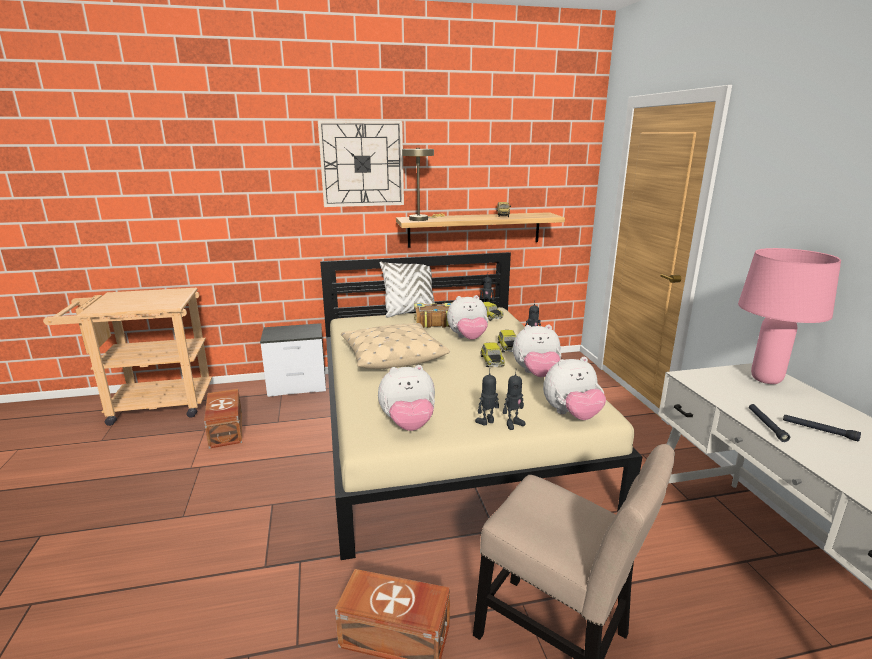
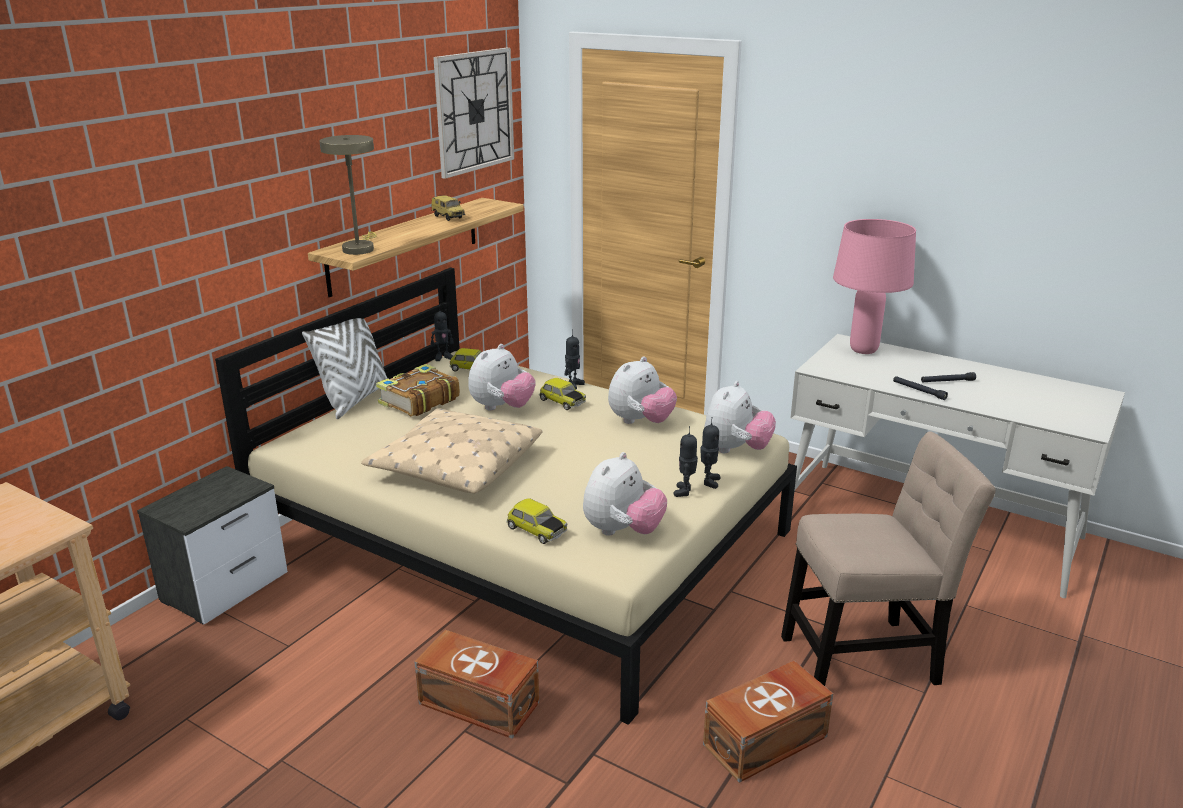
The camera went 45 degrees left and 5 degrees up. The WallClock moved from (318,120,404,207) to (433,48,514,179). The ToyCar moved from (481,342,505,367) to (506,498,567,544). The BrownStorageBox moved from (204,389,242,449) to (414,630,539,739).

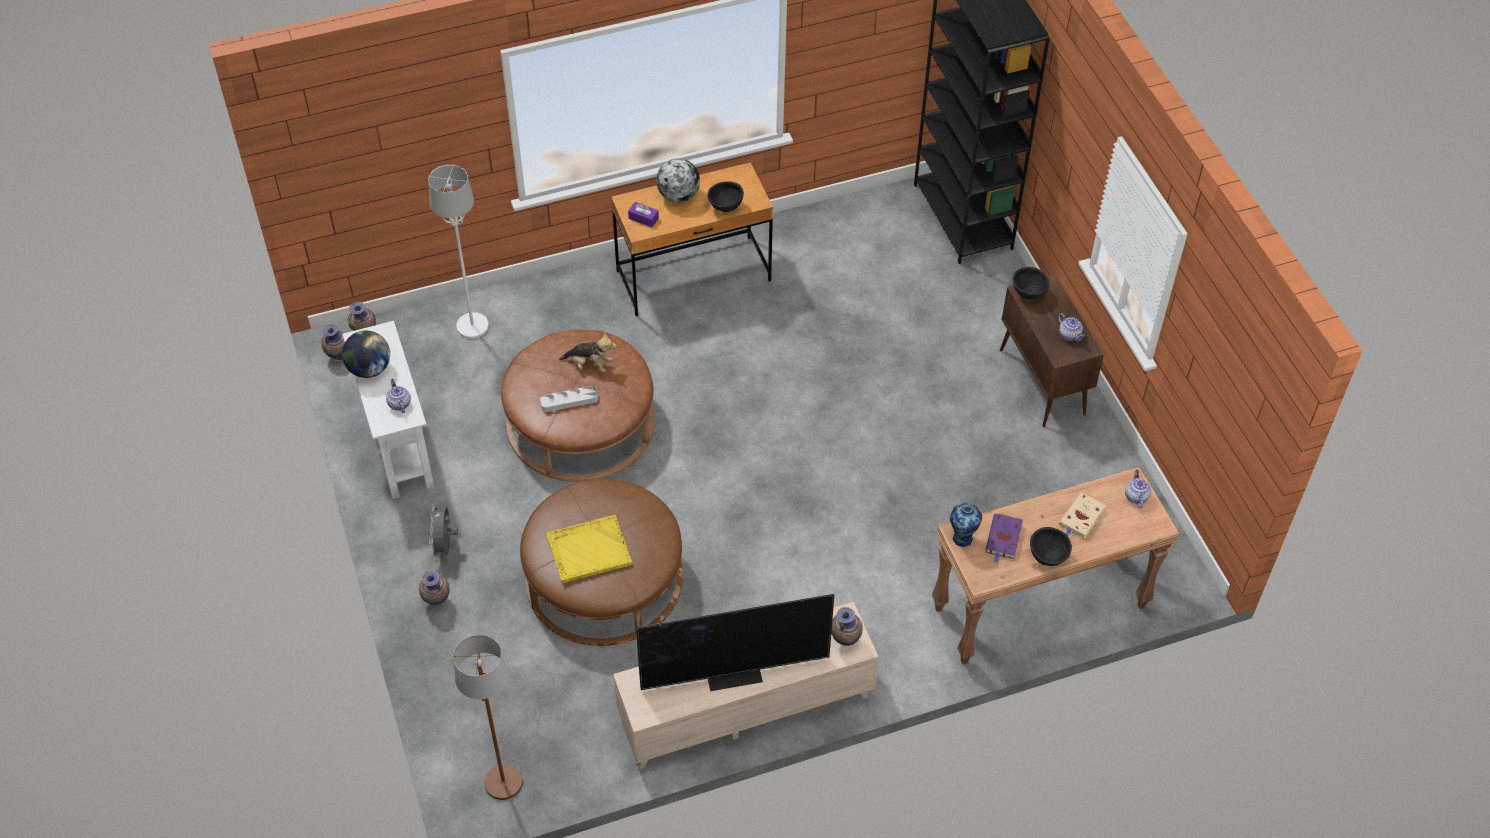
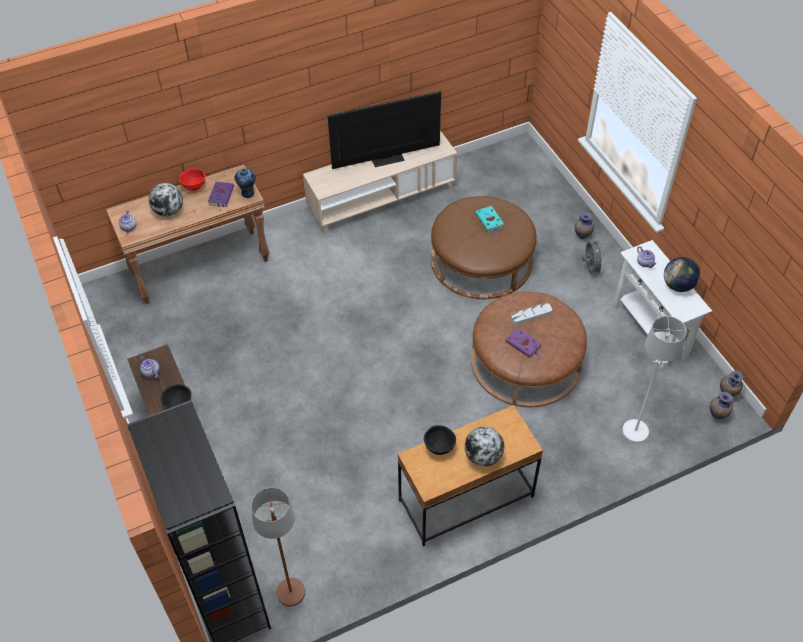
The camera went 175 degrees right and 0 degrees up. The PurpleTissueBox at (628,202,659,227) disappeared. The PlushToy at (559,332,617,372) was replaced by the PurpleBook at (505,328,542,358). The BeigeBook at (1059,493,1106,539) was replaced by the Globe at (149,183,183,217). The YellowTray at (546,515,632,584) was replaced by the TurquoiseBook at (475,206,504,234). The BlackBowl at (1030,527,1072,566) became the RedBowl at (179,168,205,191). The Vase at (831,607,863,646) disappeared. The BrownFloorLamp moved from (454,635,523,800) to (251,488,305,606).

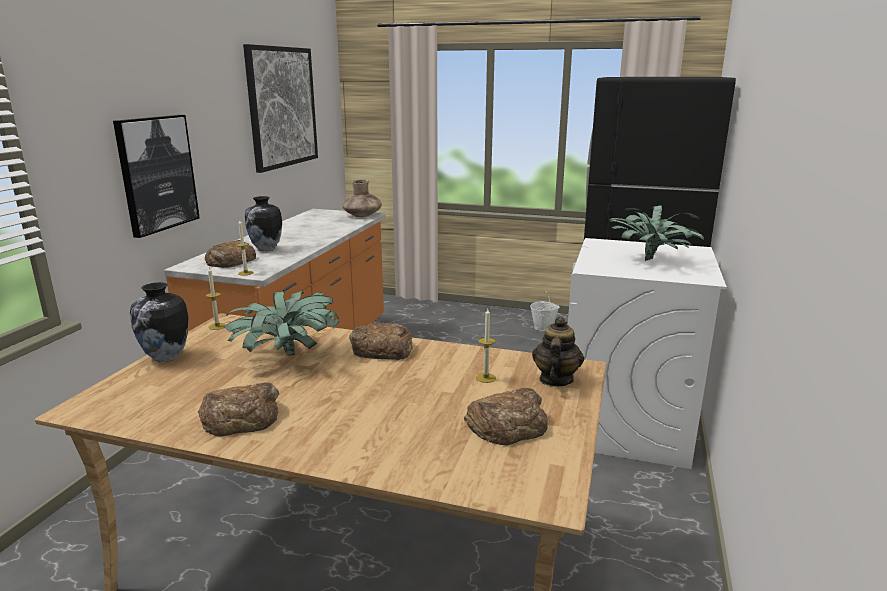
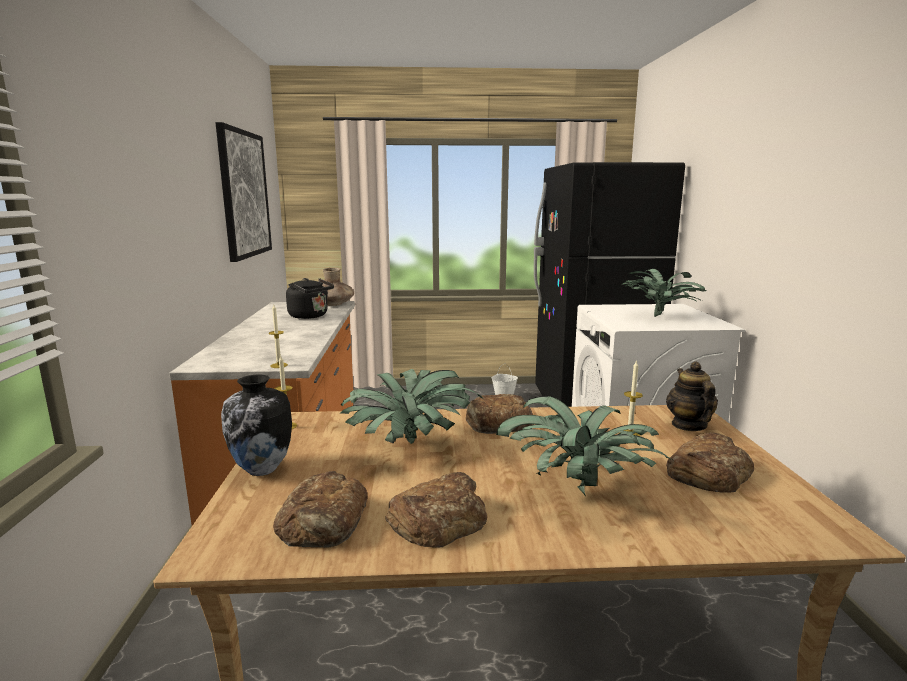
The camera went 20 degrees left and 5 degrees down. The Picture at (113,115,200,238) disappeared. The Vase at (245,196,282,251) disappeared. The Bread moved from (205,240,256,268) to (273,471,367,548). The BlackKettle at (286,278,334,319) appeared. The PottedPlant at (496,396,675,496) appeared.

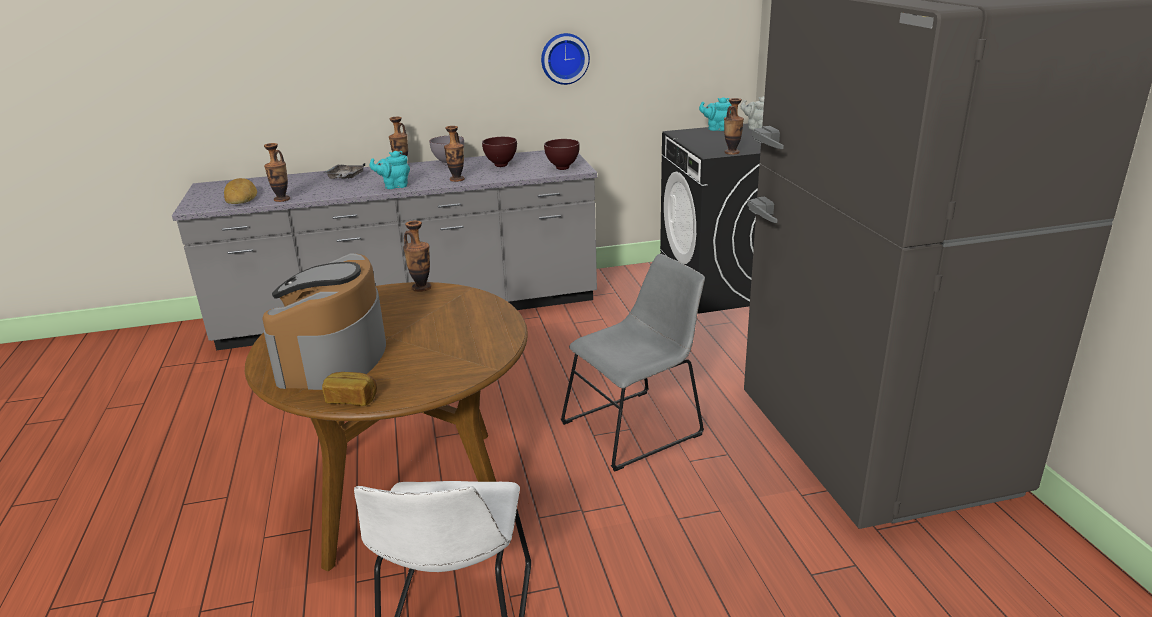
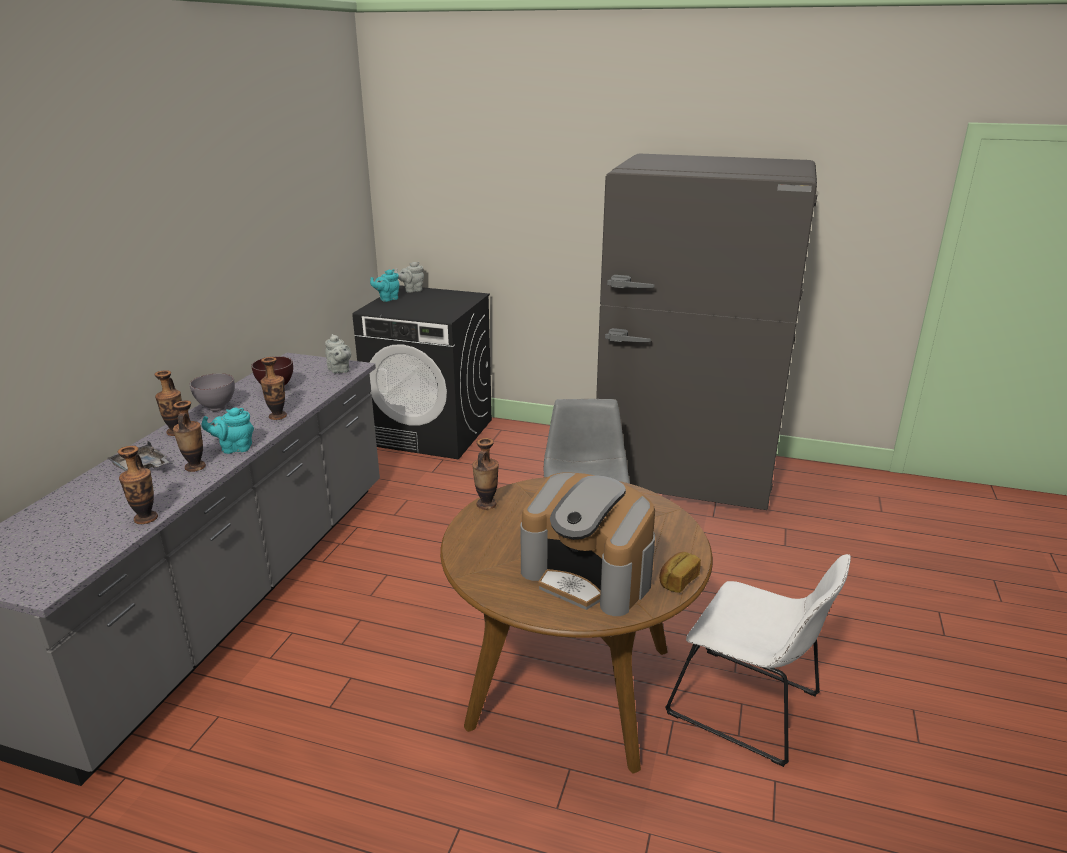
The camera went 60 degrees left and 0 degrees up. The WallClock at (541,33,590,85) disappeared. The Vase moved from (724,98,744,155) to (173,401,206,472). The BrownBowl at (544,139,580,170) was replaced by the GreyTeapot at (325,334,351,373). The TurquoiseTeapot at (370,151,410,189) turned 60 degrees clockwise. The Bread at (224,178,257,204) disappeared.

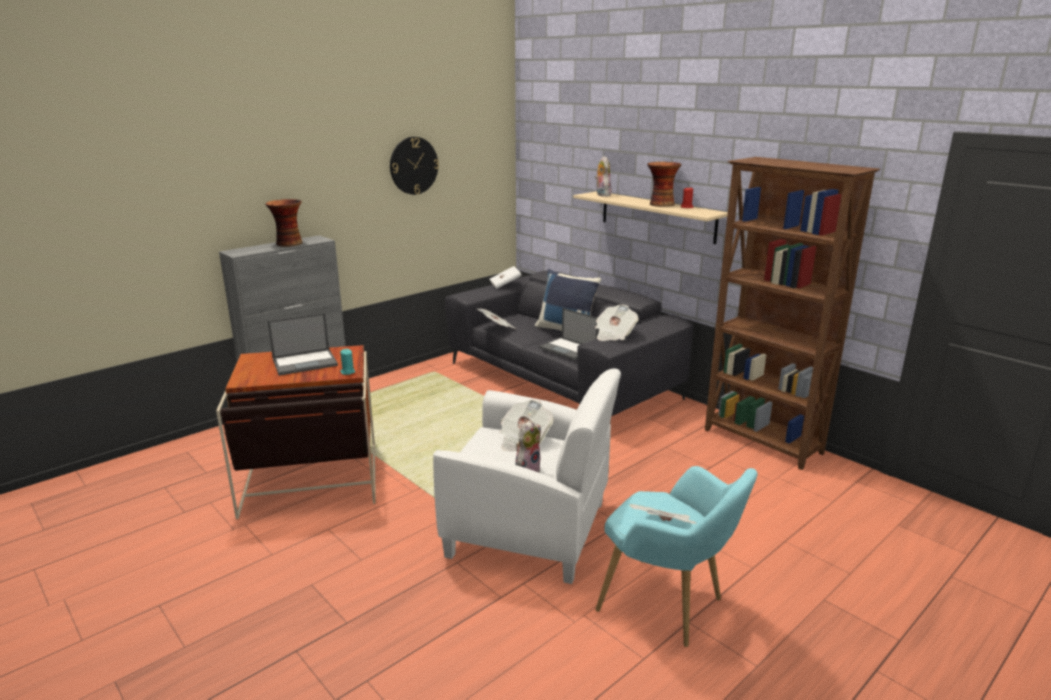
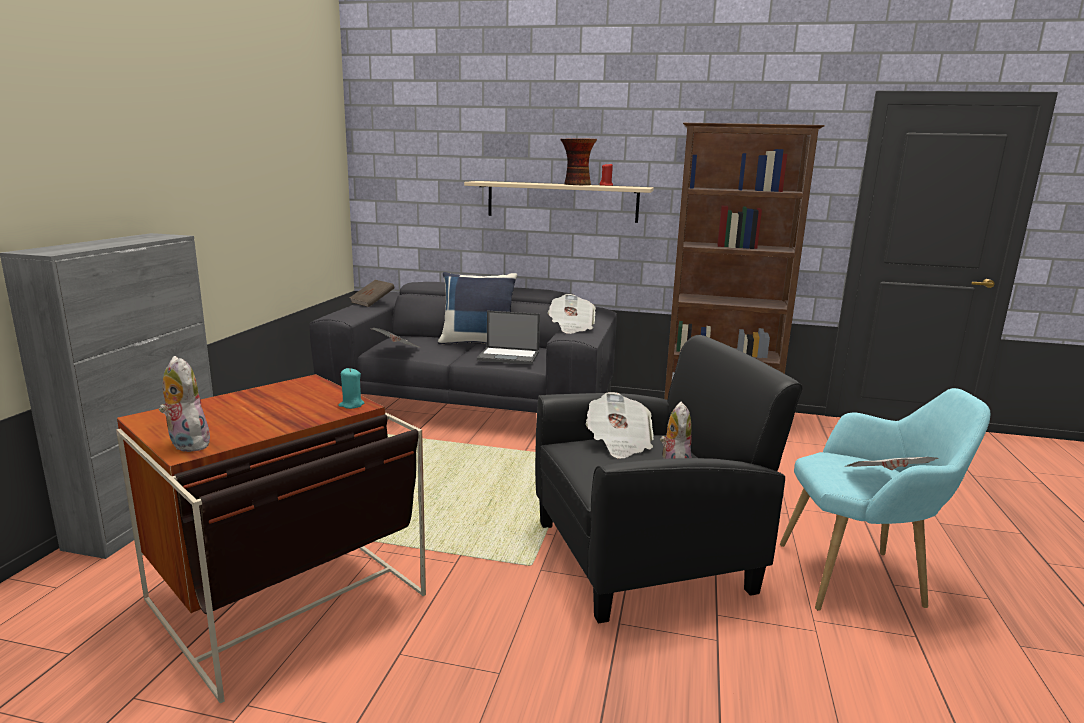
The camera went 35 degrees left and 5 degrees down. The WallClock at (390,137,439,195) disappeared. The PlushToy moved from (595,156,611,197) to (159,356,210,452). The Vase at (265,199,303,247) disappeared. The WhiteBook at (490,266,522,289) became the BrownBook at (350,280,395,307). The Laptop at (267,313,338,376) disappeared. The WhiteArmchair at (433,369,621,584) became the BlackArmchair at (535,335,803,623).

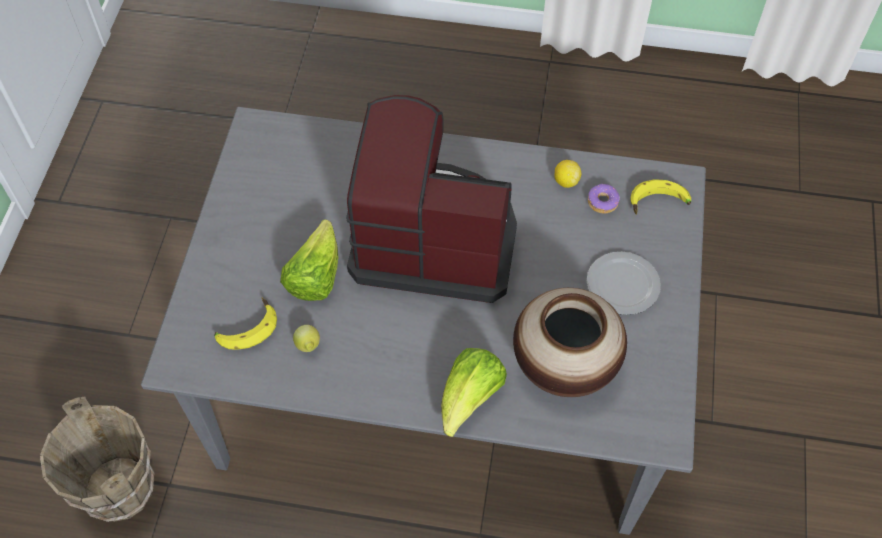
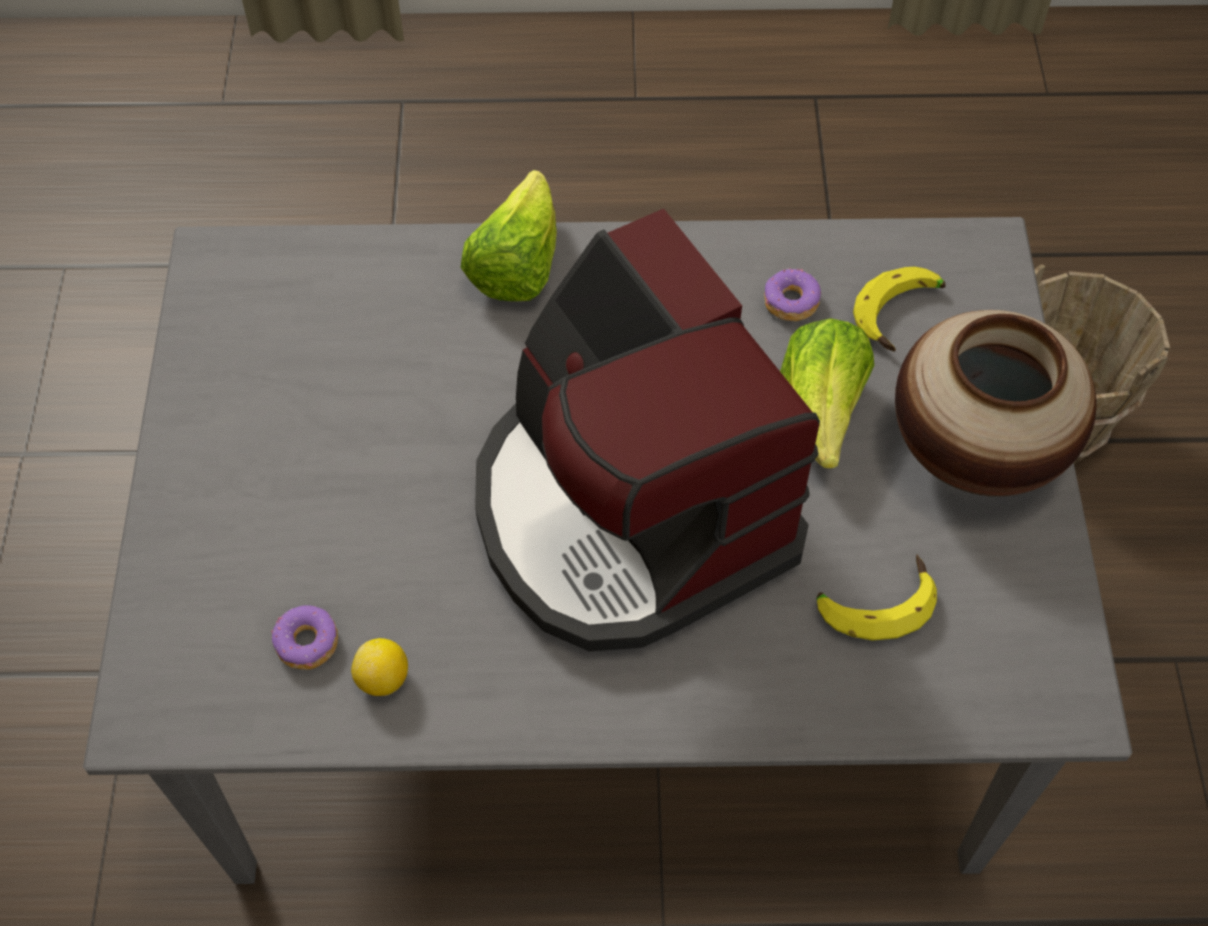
The camera went 170 degrees right and 0 degrees up. The CoffeeMachine at (346,95,517,303) turned 60 degrees clockwise. The Banana moved from (630,179,691,215) to (817,555,937,641). The Plate at (587,252,661,315) disappeared. The Vase moved from (513,288,627,397) to (895,310,1097,497). The Lemon at (293,325,320,352) was replaced by the Donut at (764,268,821,321).

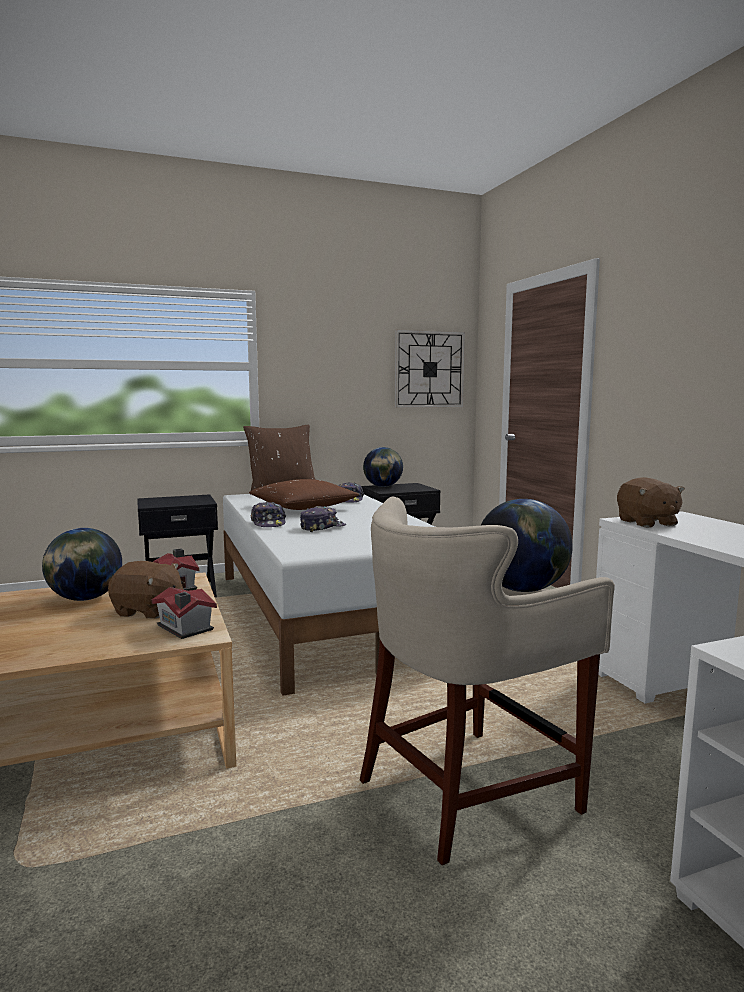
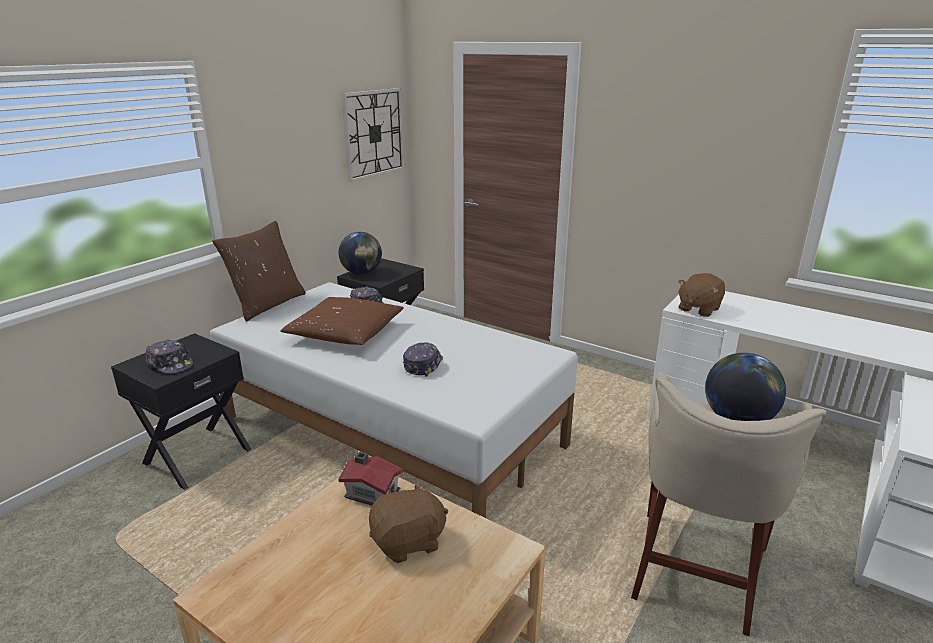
The camera went 35 degrees left and 15 degrees up. The BrownPlushToy at (617,477,685,528) turned 90 degrees clockwise. The Cap moved from (251,502,286,527) to (145,339,193,373). The Globe at (42,528,122,601) disappeared. The ToyHouse at (152,587,217,639) disappeared.

